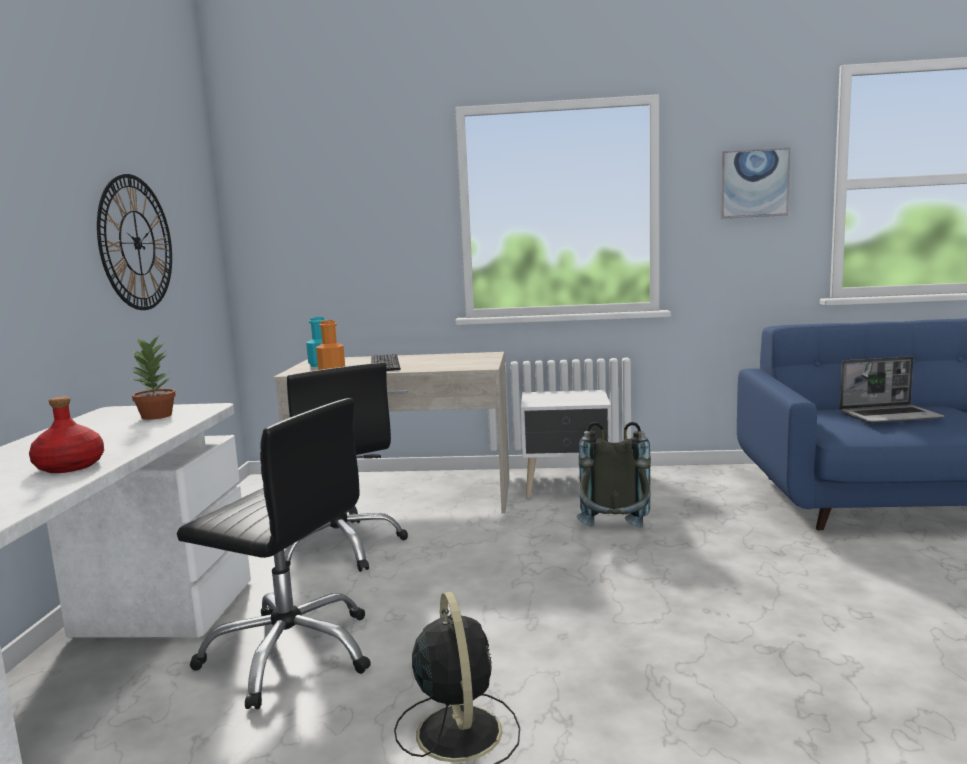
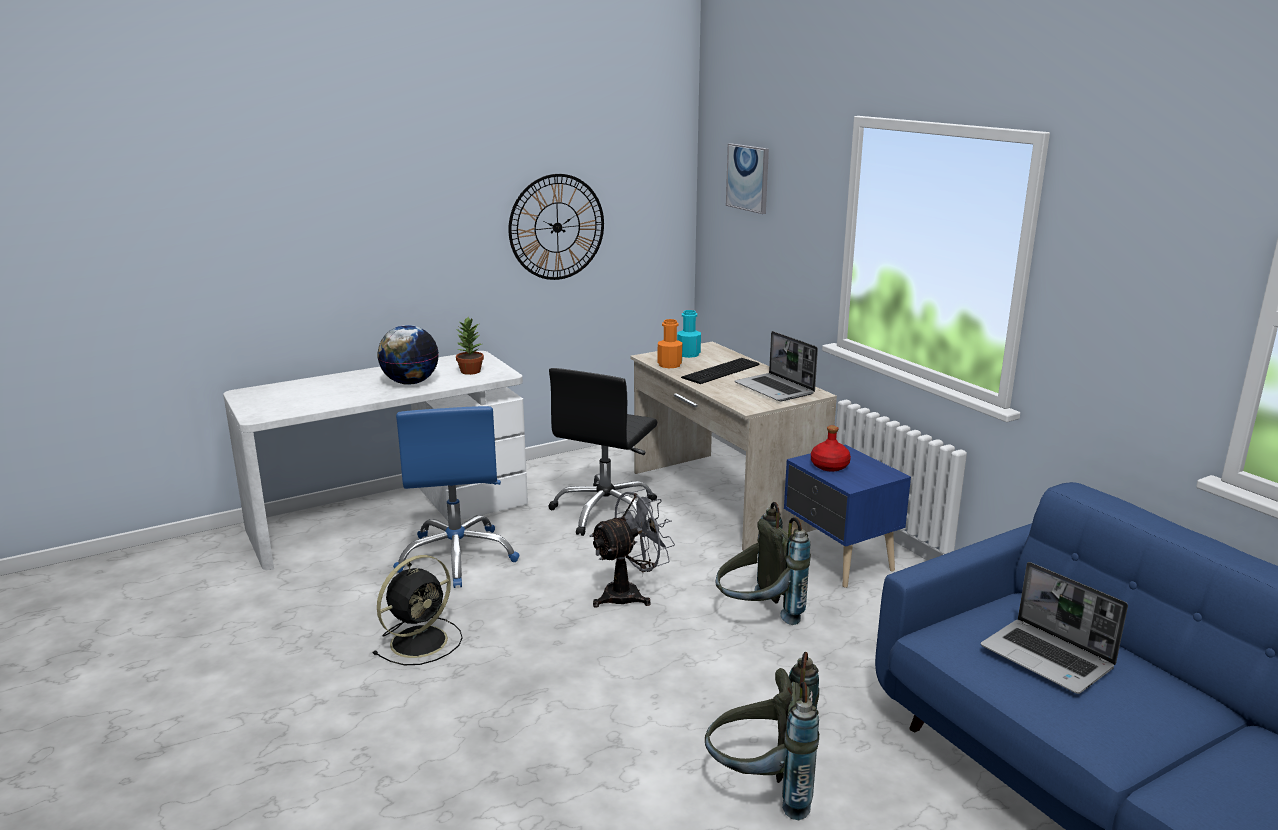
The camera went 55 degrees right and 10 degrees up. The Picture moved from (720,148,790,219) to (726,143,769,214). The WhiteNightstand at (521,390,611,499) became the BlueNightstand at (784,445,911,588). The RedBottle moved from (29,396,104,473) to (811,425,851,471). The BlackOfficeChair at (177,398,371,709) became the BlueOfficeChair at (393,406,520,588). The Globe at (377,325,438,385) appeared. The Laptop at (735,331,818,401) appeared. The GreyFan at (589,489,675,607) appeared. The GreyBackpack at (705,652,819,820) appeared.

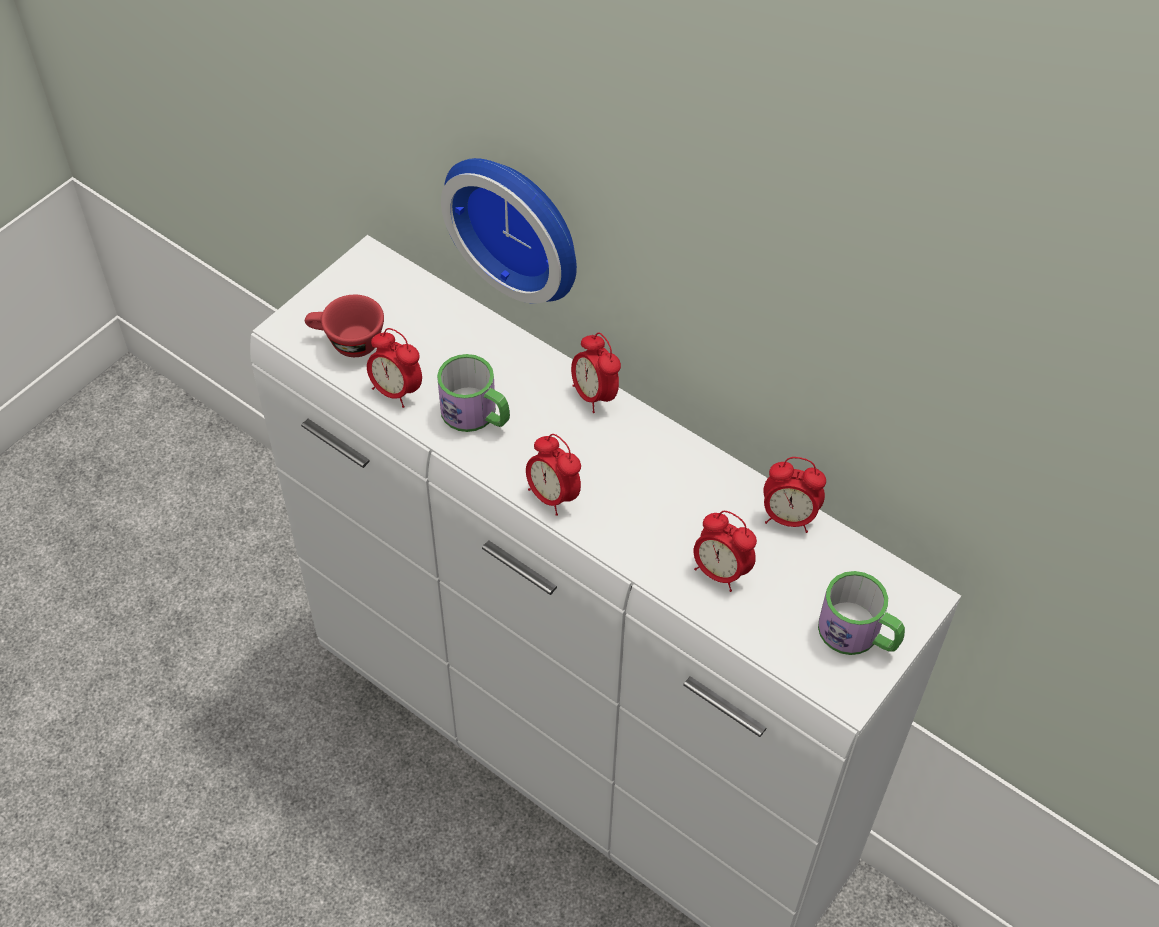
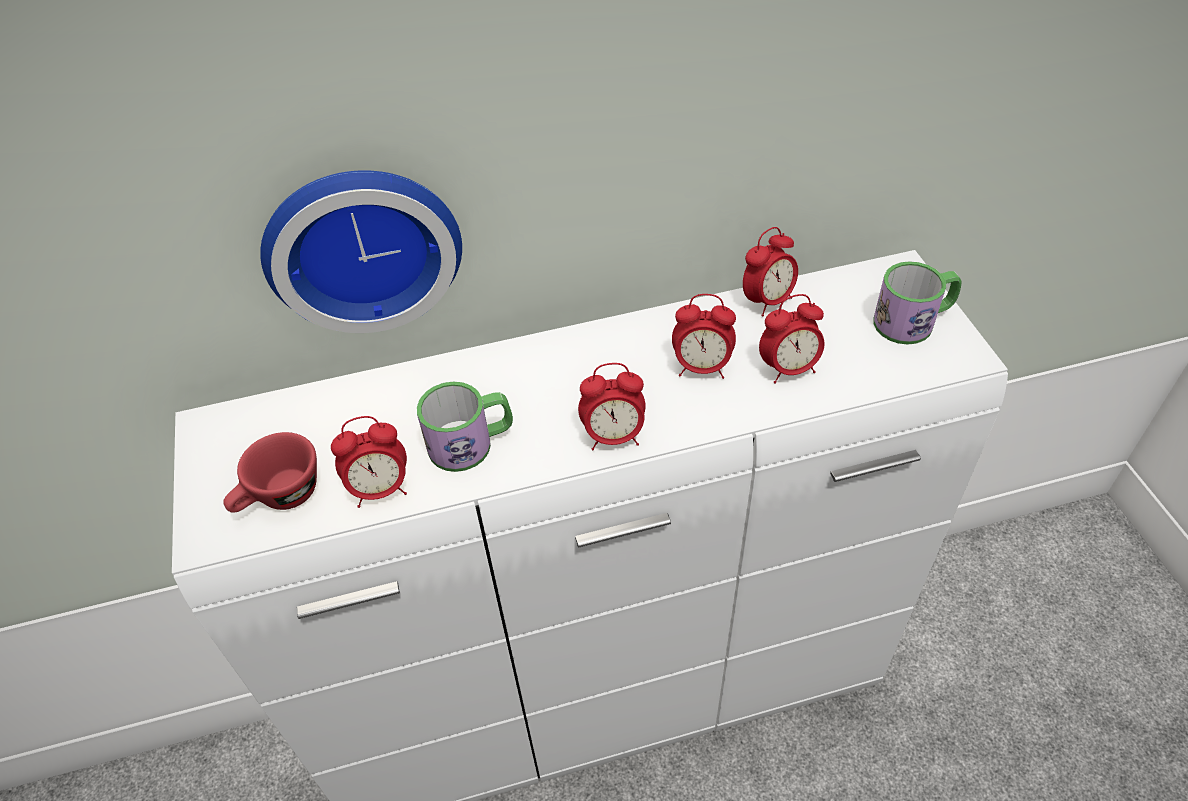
The camera went 50 degrees left and 5 degrees down. The AlarmClock moved from (571,333,621,413) to (672,294,736,379).

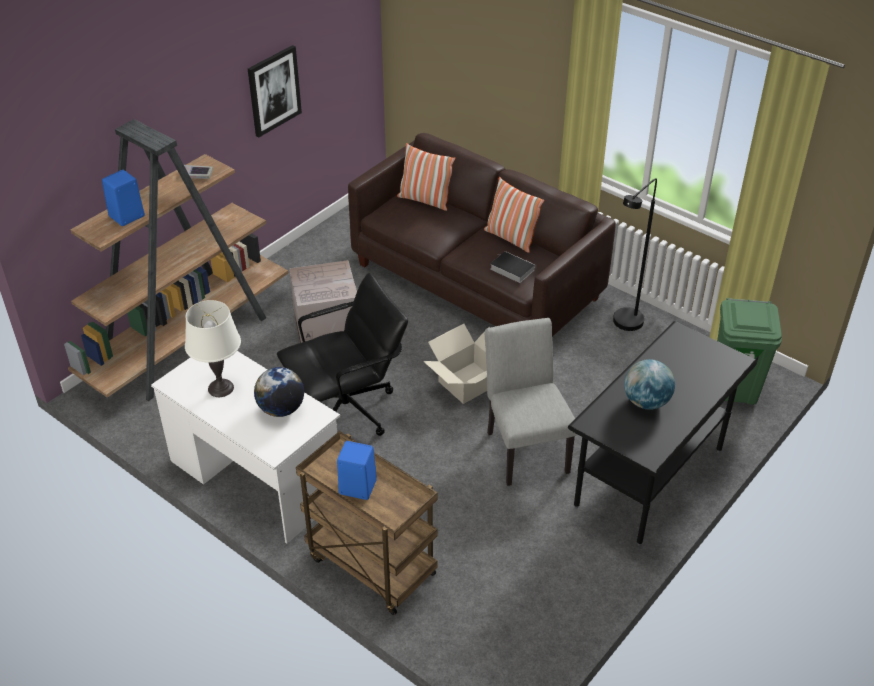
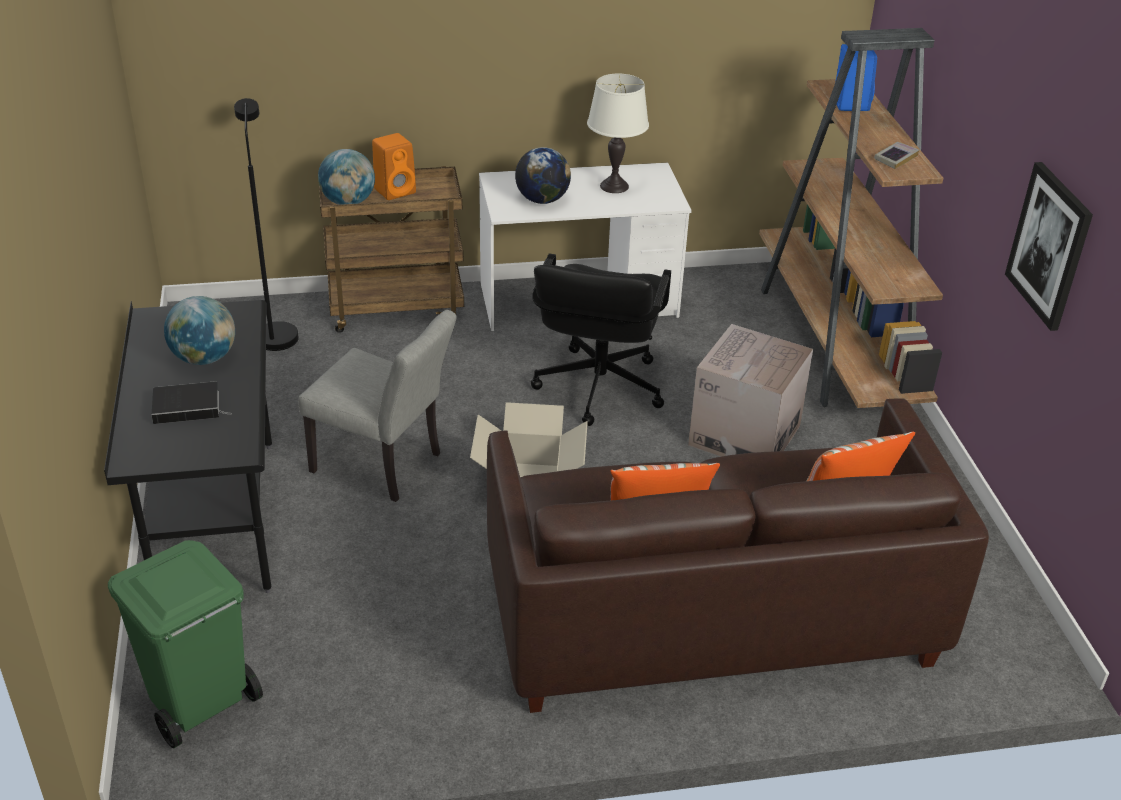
The camera went 130 degrees right and 5 degrees down. The BlackFloorLamp moved from (613,178,657,331) to (234,98,299,351). The Book moved from (490,251,535,283) to (152,381,227,424). The BlueSpeaker at (337,441,377,500) became the OrangeSpeaker at (372,133,416,200). The Globe at (318,149,375,205) appeared.

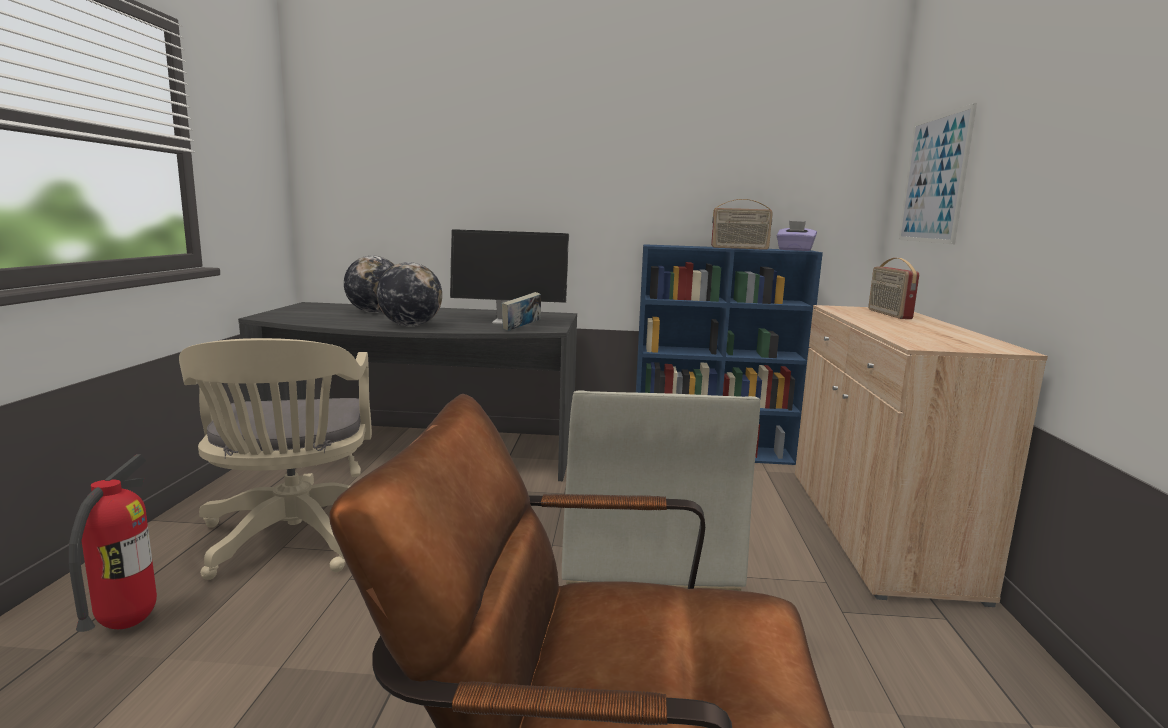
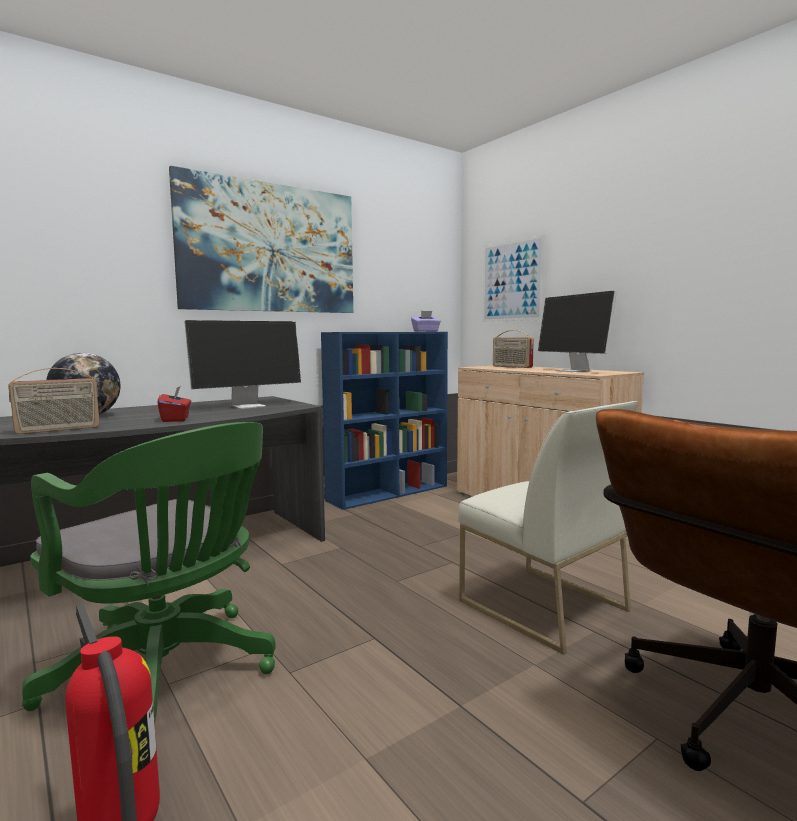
The camera went 40 degrees left and 5 degrees down. The Radio moved from (711,199,773,250) to (8,368,100,434). The Globe at (377,262,442,326) was replaced by the RedTissueBox at (157,386,191,422). The Book at (502,292,541,331) disappeared. The BeigeOfficeChair at (179,338,372,580) became the GreenOfficeChair at (22,422,276,723). The Picture at (169,166,353,313) appeared. The Monitor at (538,291,617,372) appeared.

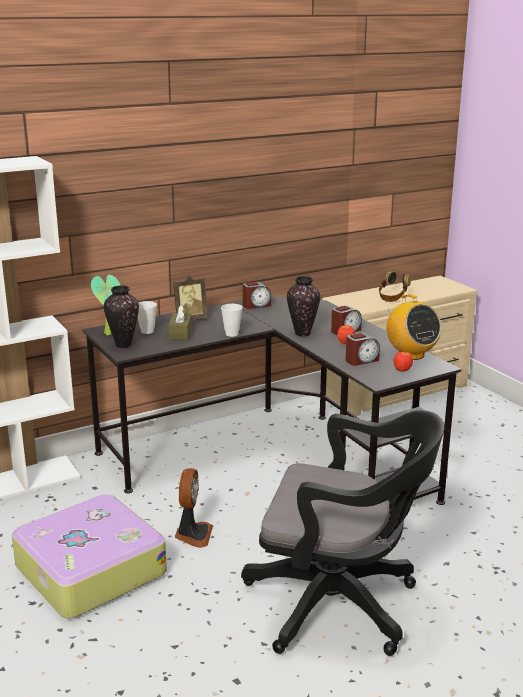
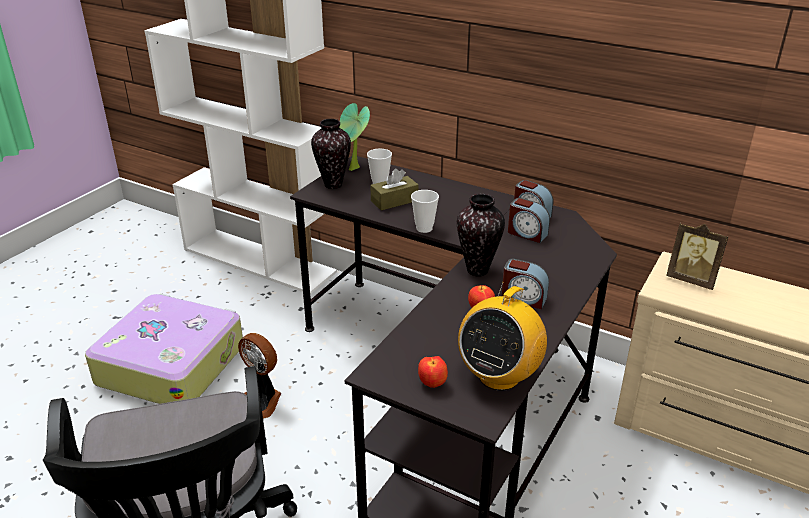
The camera went 60 degrees right and 10 degrees up. The Headphones at (379,271,411,302) disappeared. The PictureFrame moved from (173,276,208,320) to (666,223,728,290). The AlarmClock moved from (346,333,380,366) to (508,198,550,243). The Fan at (175,468,213,548) turned 60 degrees clockwise.

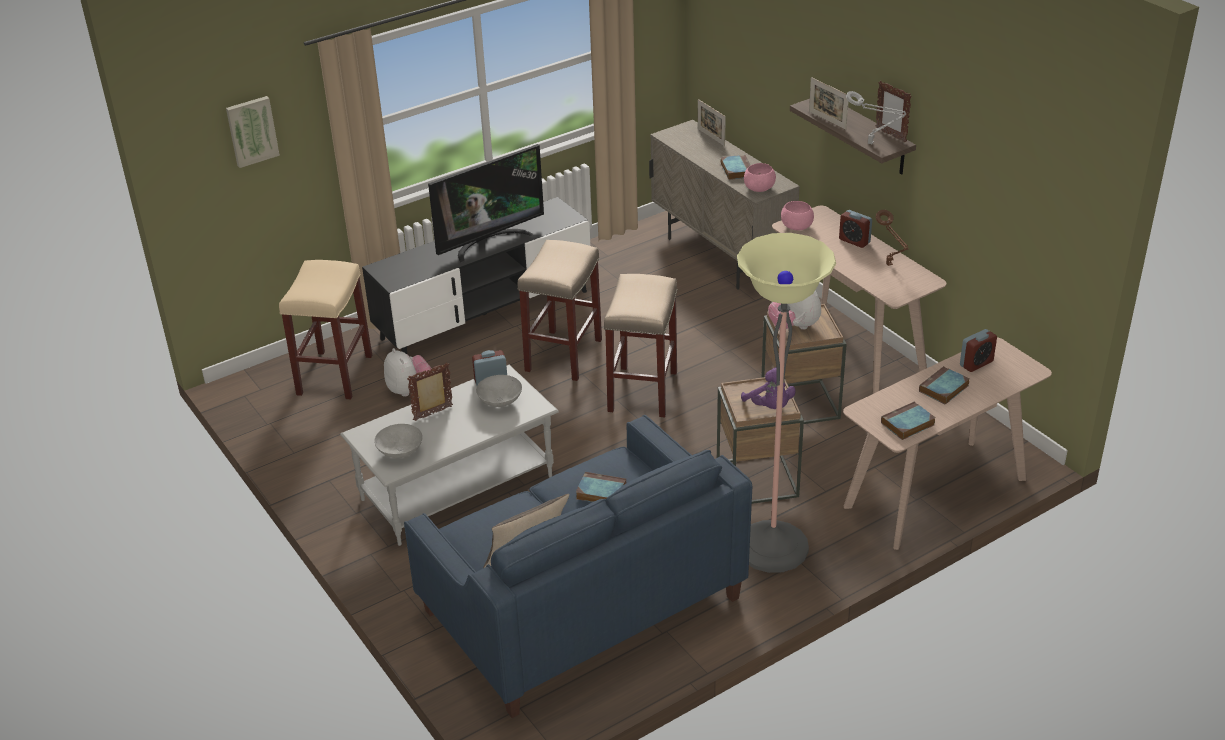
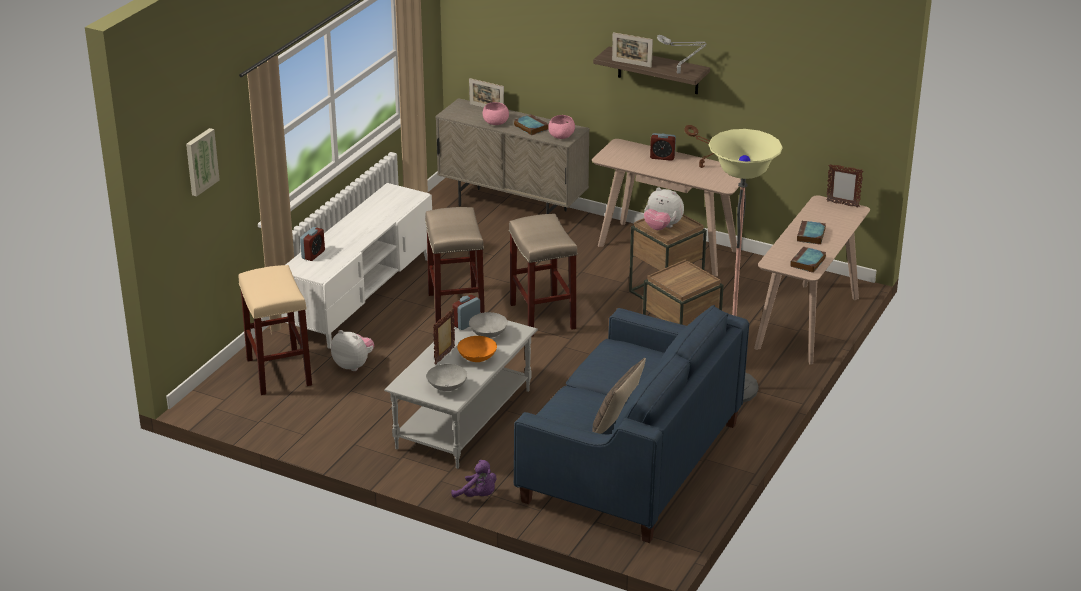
The camera went 30 degrees left and 5 degrees down. The PictureFrame moved from (876,81,912,142) to (826,164,863,208). The Television at (428,144,544,263) disappeared. The BlackTvStand at (362,197,590,354) became the WhiteTvStand at (281,183,432,349). The PinkBowl moved from (781,201,814,230) to (483,102,509,125). The AlarmClock moved from (960,329,997,372) to (300,227,325,261). The PurplePlushToy moved from (741,367,796,409) to (451,460,496,498). The Book at (576,472,626,502) disappeared. The OrangeBowl at (457,336,497,362) appeared.

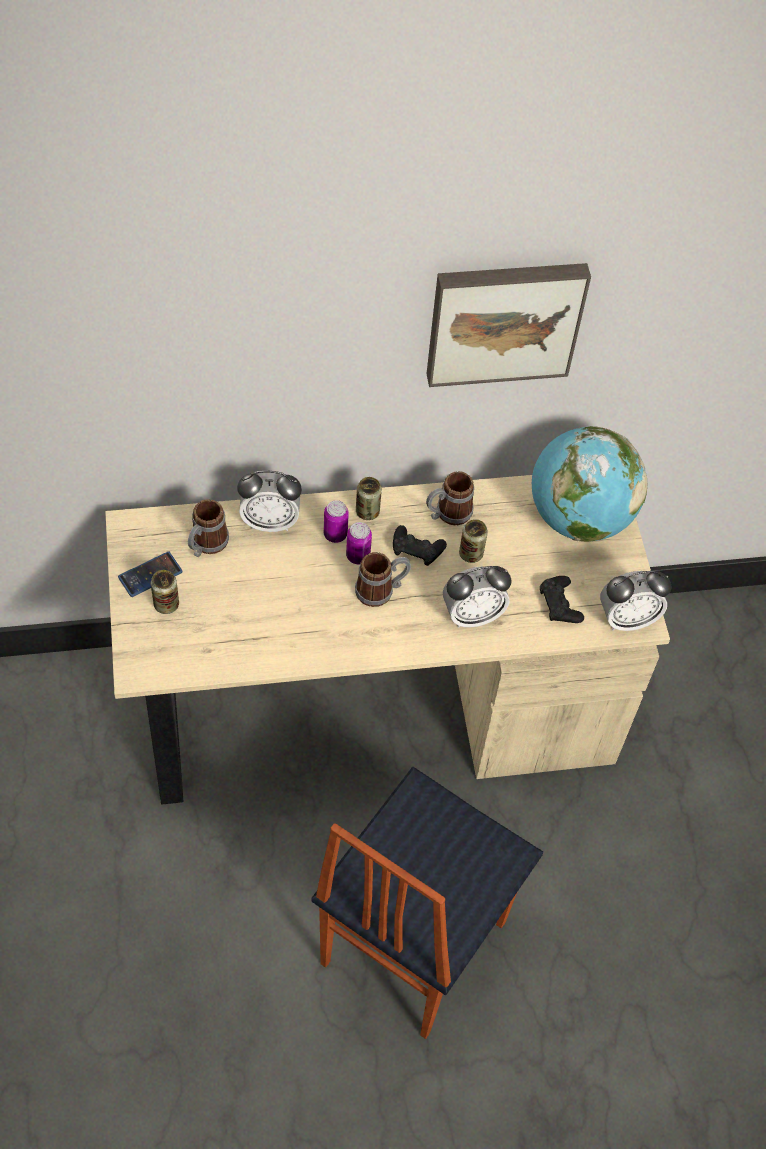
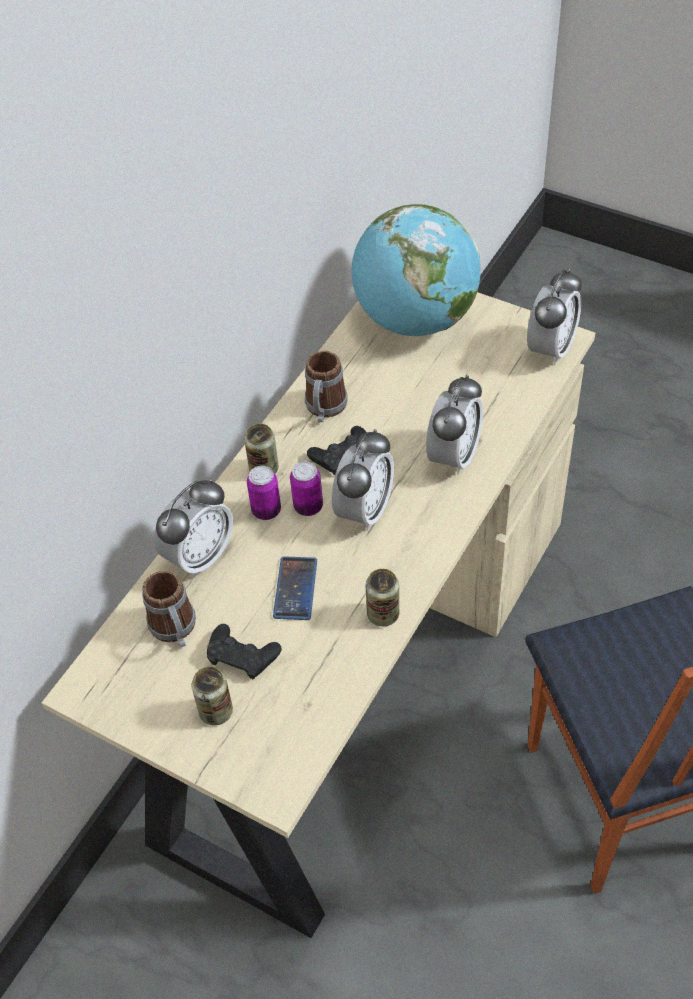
The camera went 45 degrees left and 5 degrees down. The Picture at (427,263,591,387) disappeared. The Can moved from (459,519,488,563) to (366,569,399,626). The Phone moved from (118,551,183,597) to (273,556,317,620). The Mug at (355,552,411,607) was replaced by the AlarmClock at (332,429,394,531). The BlackGameController moved from (540,576,584,623) to (207,624,281,679).

